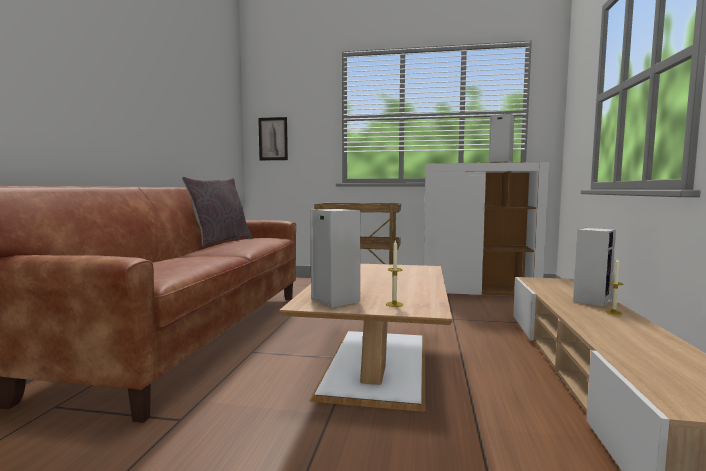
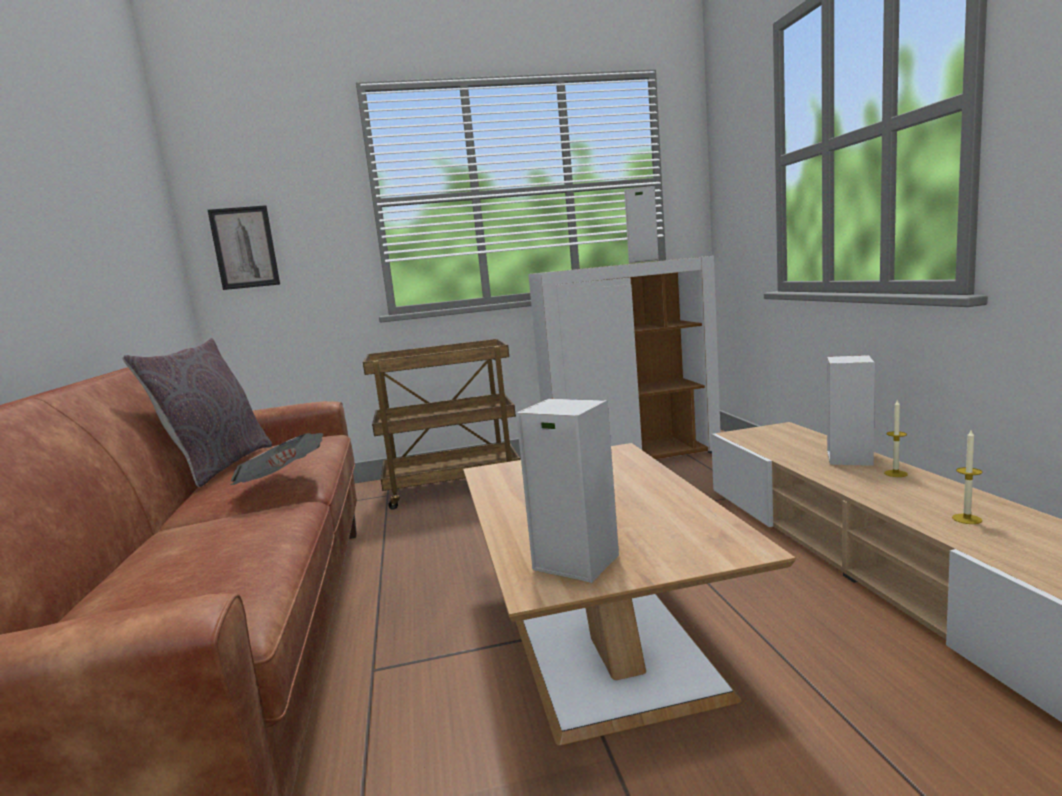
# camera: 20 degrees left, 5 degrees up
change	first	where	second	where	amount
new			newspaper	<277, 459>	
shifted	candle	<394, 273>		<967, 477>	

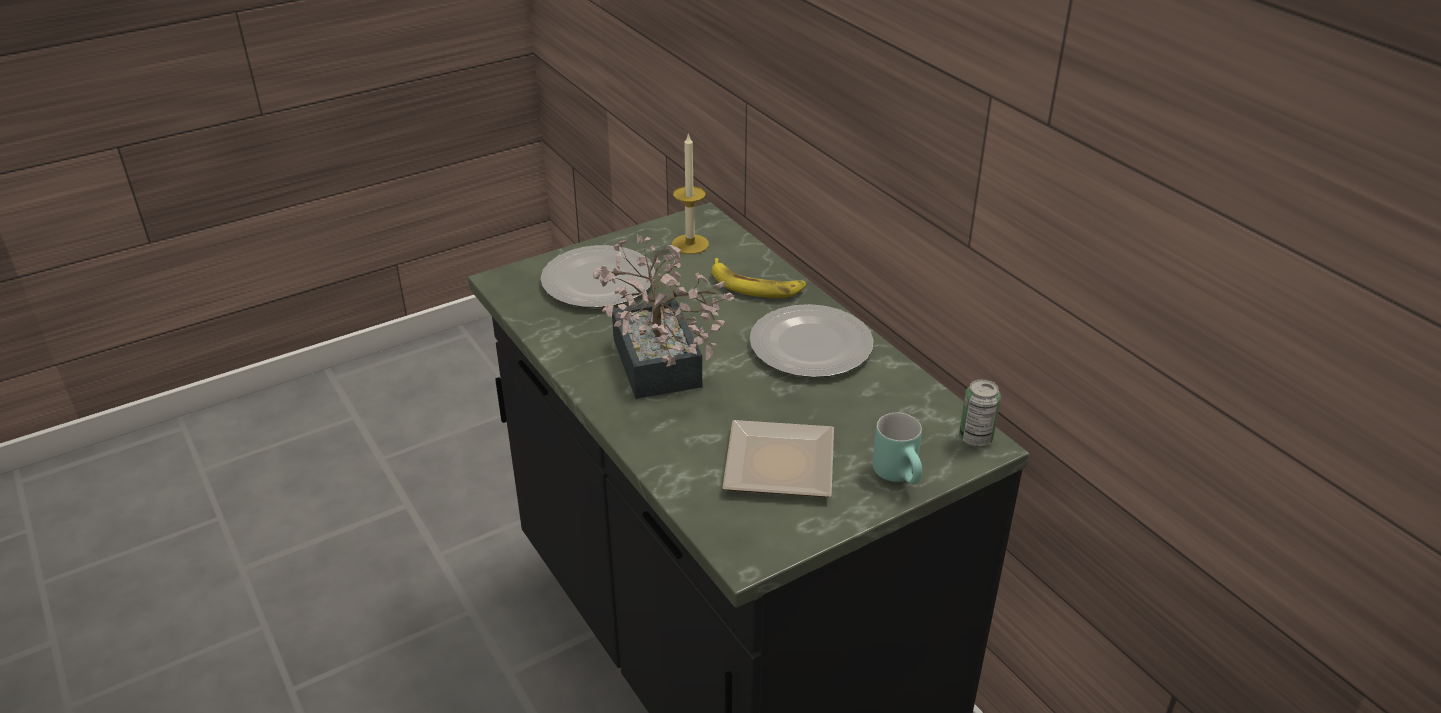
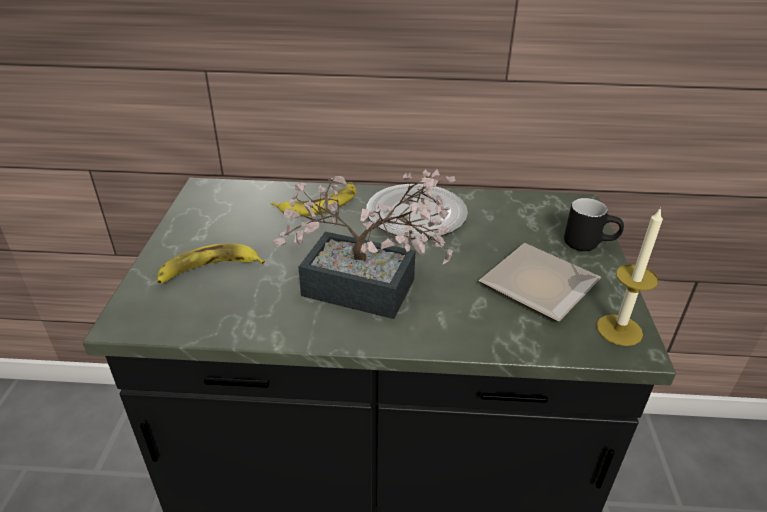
# camera: 55 degrees left, 0 degrees up
change	first	where	second	where	amount
gone	can	<980, 413>			
shifted	candle	<690, 193>		<629, 276>	
swapped	plate	<598, 276>	banana	<211, 263>	
repainted	mug (turquoise)	<897, 448>	mug (black)	<594, 224>	

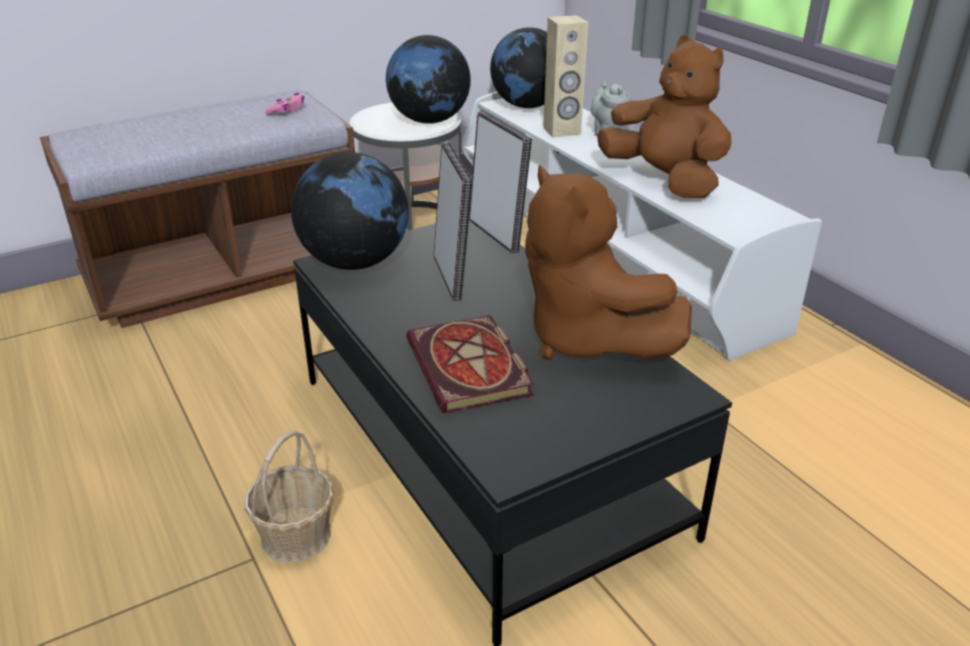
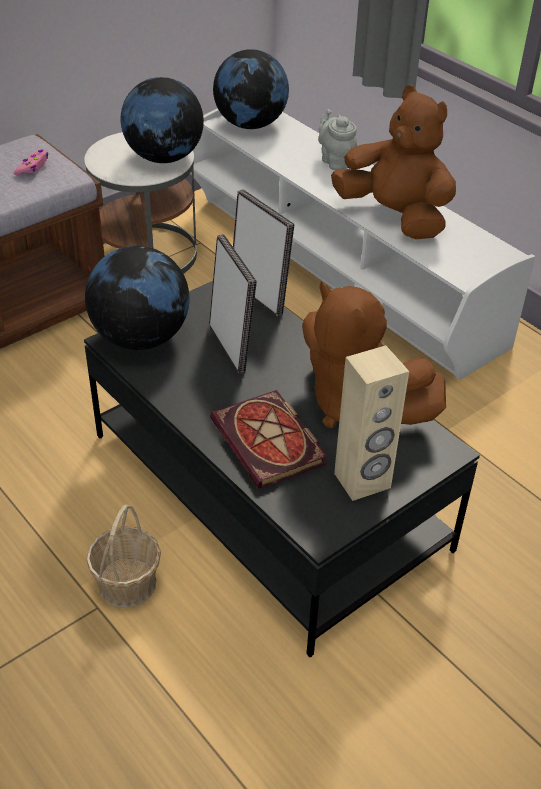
# camera: 10 degrees left, 10 degrees up
change	first	where	second	where	amount
shifted	speaker (beige)	<565, 76>		<371, 423>	

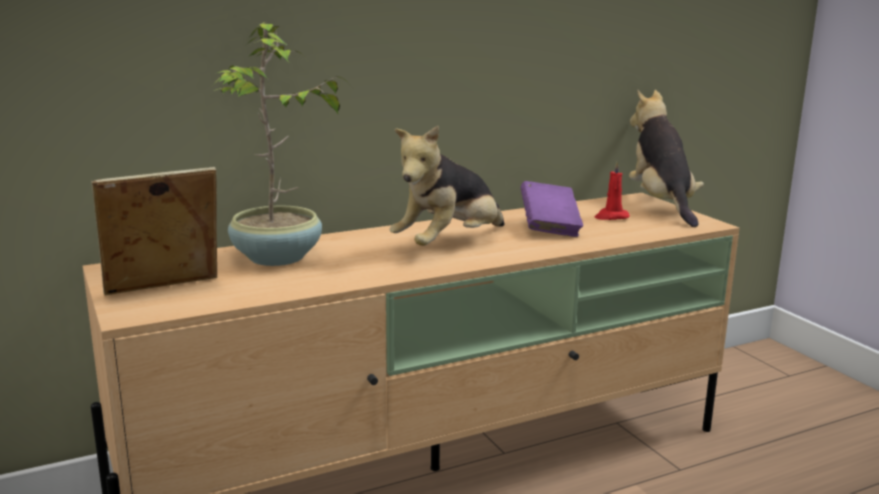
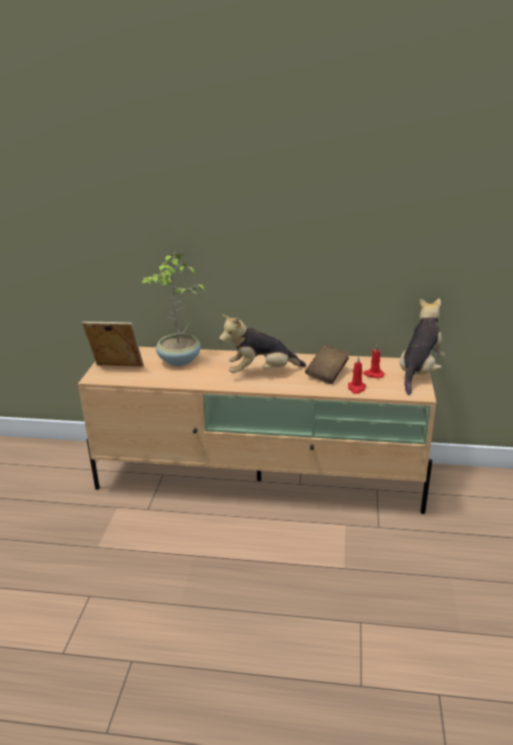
# camera: 35 degrees right, 10 degrees up
change	first	where	second	where	amount
new			candle (red)	<357, 375>	
repainted	book (purple)	<552, 209>	book (brown)	<327, 364>	

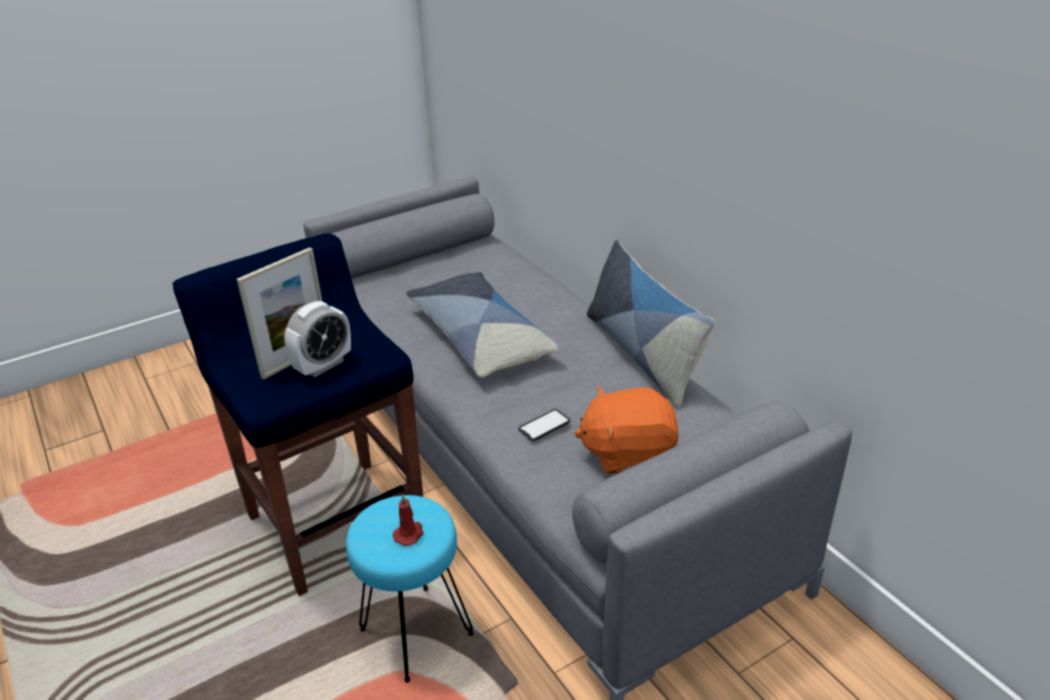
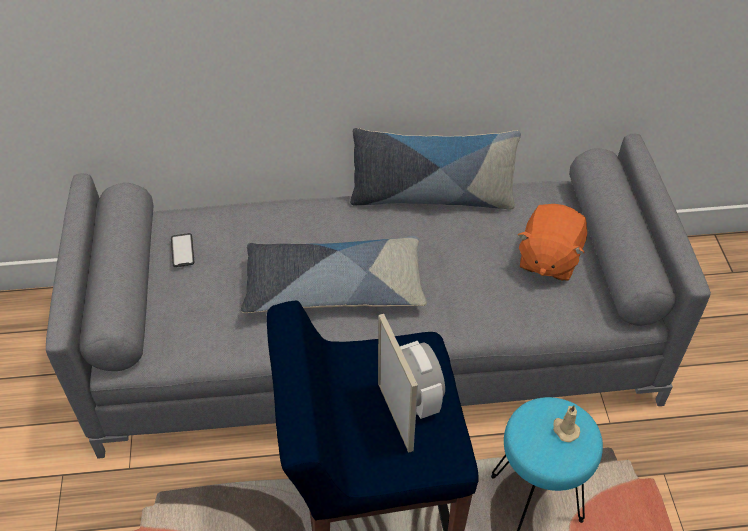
# camera: 65 degrees left, 15 degrees up
change	first	where	second	where	amount
shifted	phone	<544, 425>		<182, 250>	
repainted	candle (red)	<408, 520>	candle (beige)	<566, 423>	

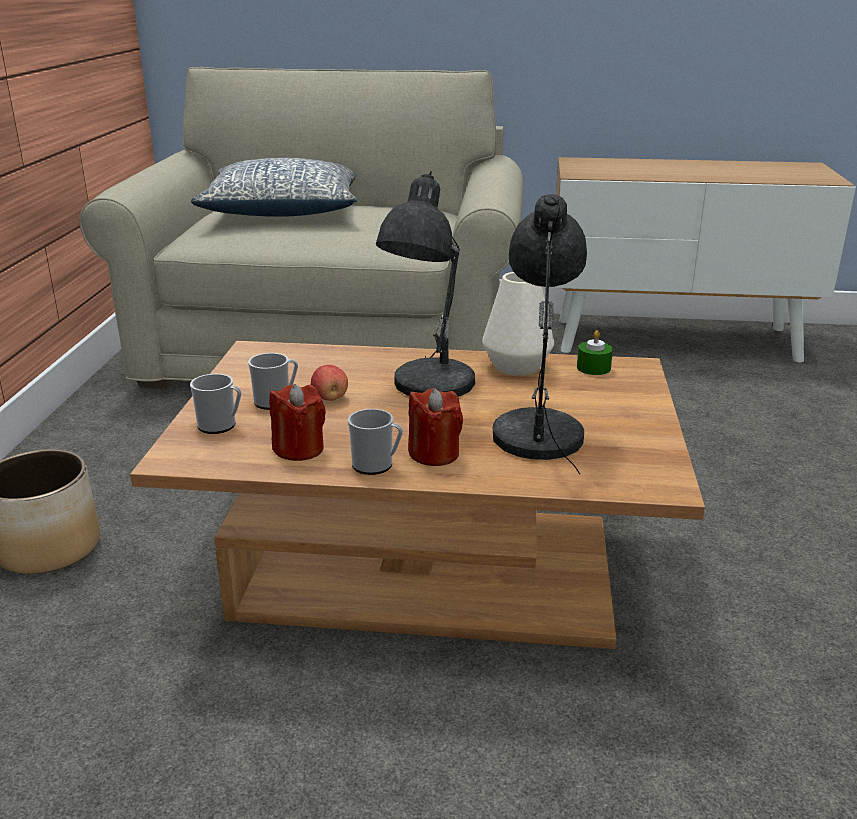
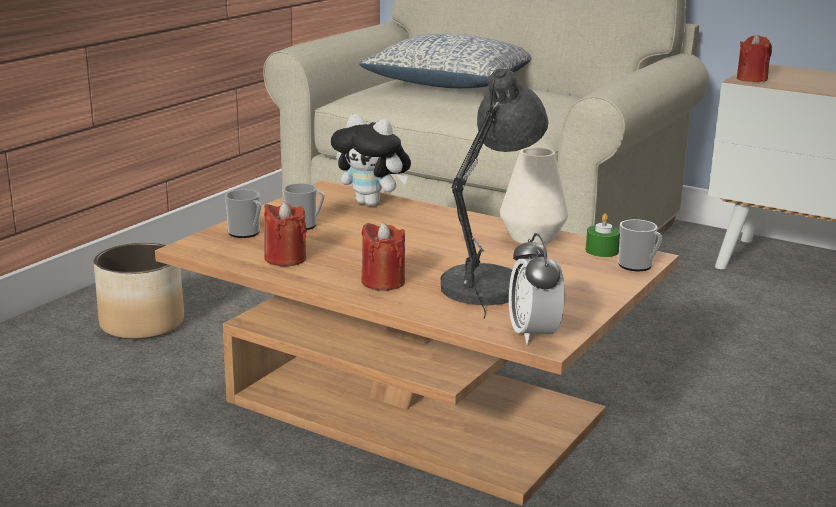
# camera: 25 degrees right, 5 degrees down
change	first	where	second	where	amount
gone	apple	<329, 383>			
gone	table lamp (grey)	<425, 284>			
new			plush toy	<371, 160>	
new			alarm clock	<537, 289>	
new			candle (red)	<754, 58>	
shifted	mug	<375, 442>		<640, 245>	

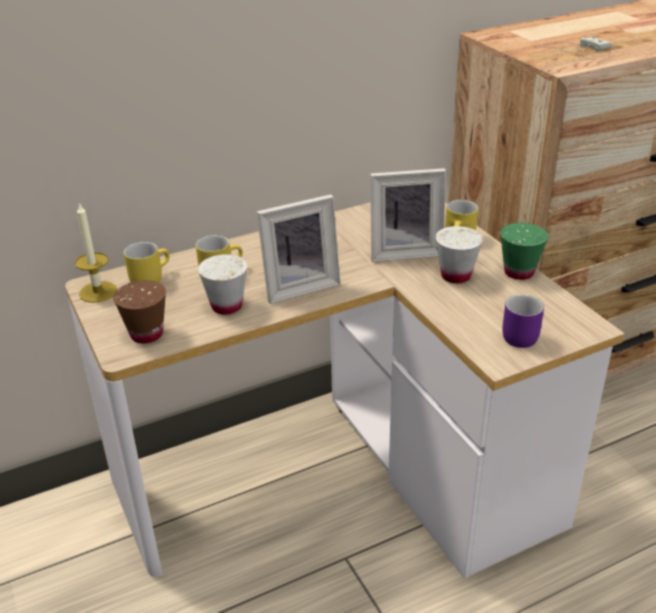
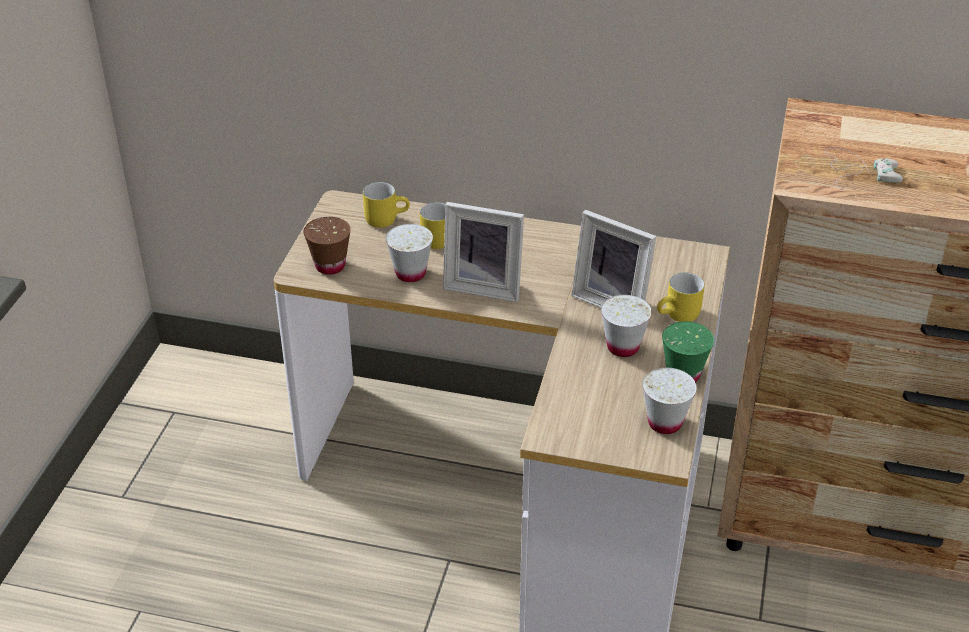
# camera: 40 degrees right, 5 degrees up
change	first	where	second	where	amount
gone	candle	<96, 252>			
gone	mug (purple)	<523, 321>			
new			cup (white)	<669, 401>	

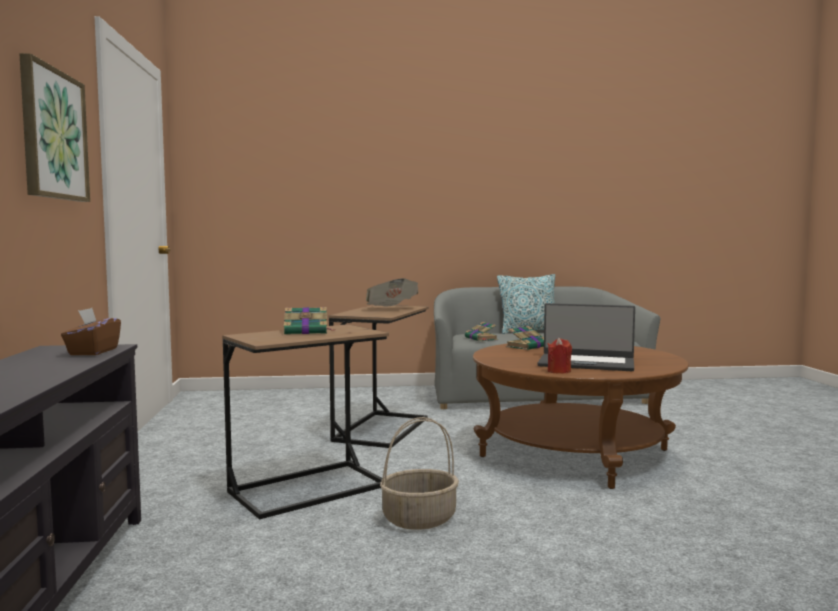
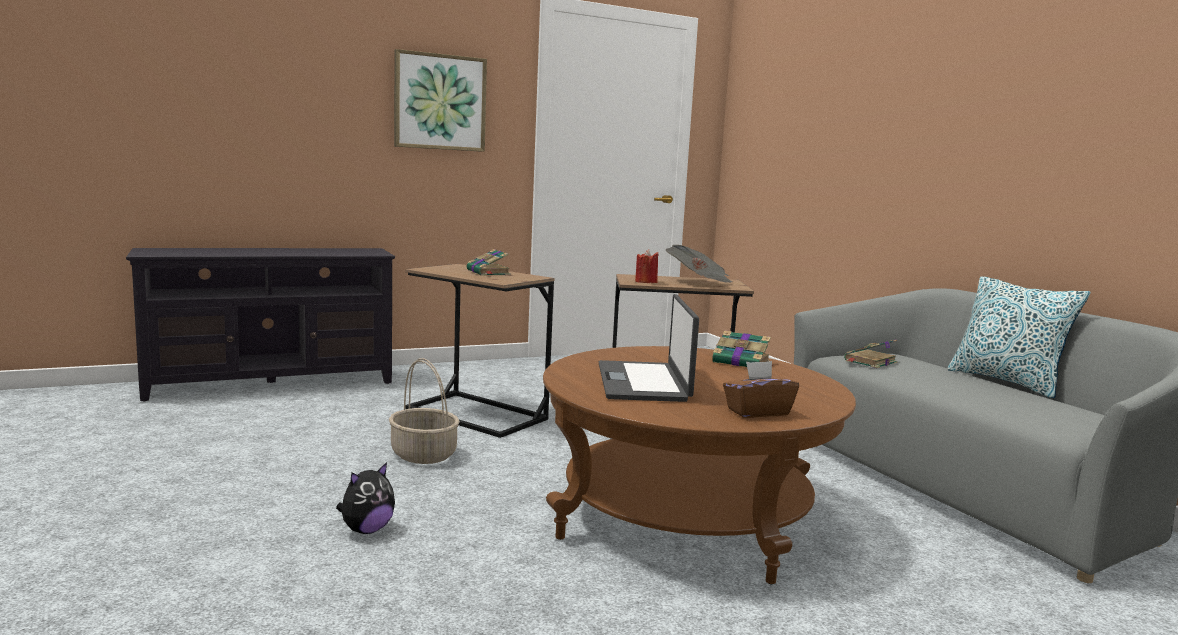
# camera: 70 degrees right, 5 degrees up
change	first	where	second	where	amount
new			plush toy	<365, 498>	
shifted	tissue box (brown)	<91, 331>		<761, 389>	
shifted	candle (red)	<560, 355>		<646, 266>	

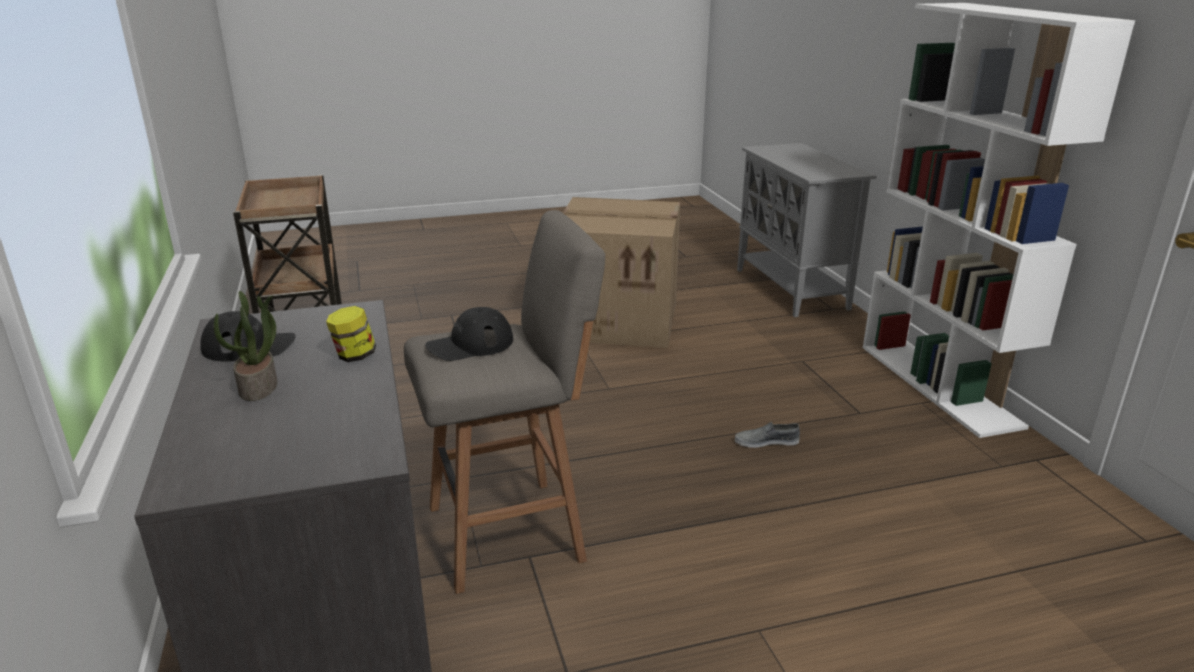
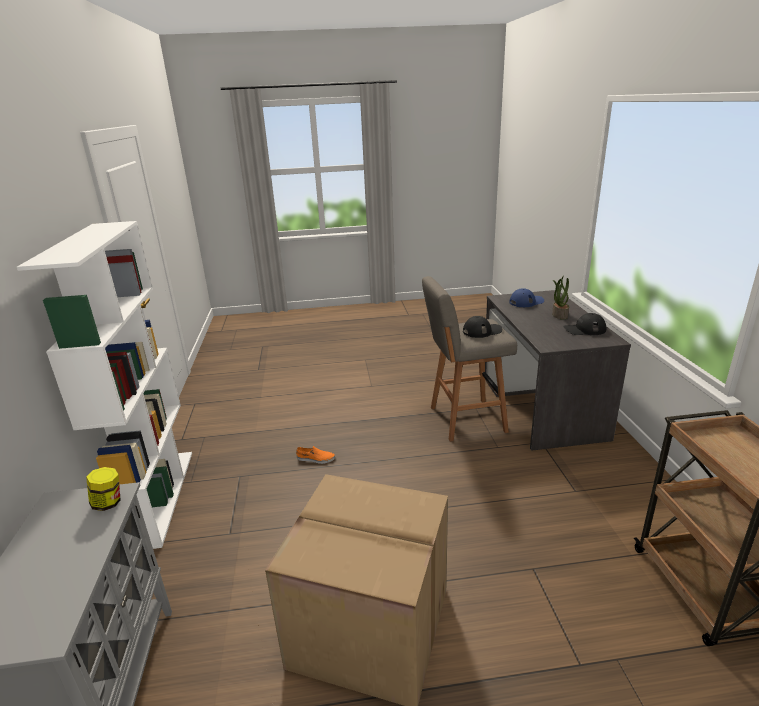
# camera: 170 degrees left, 0 degrees up
change	first	where	second	where	amount
new			cap (blue)	<527, 297>	
shifted	jar	<351, 334>		<103, 489>	
repainted	shoe (grey)	<767, 434>	shoe (orange)	<315, 455>	

